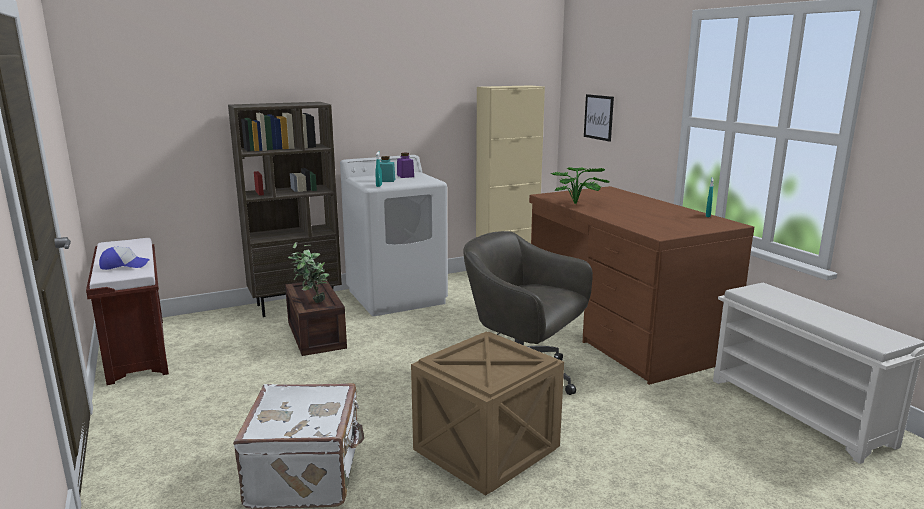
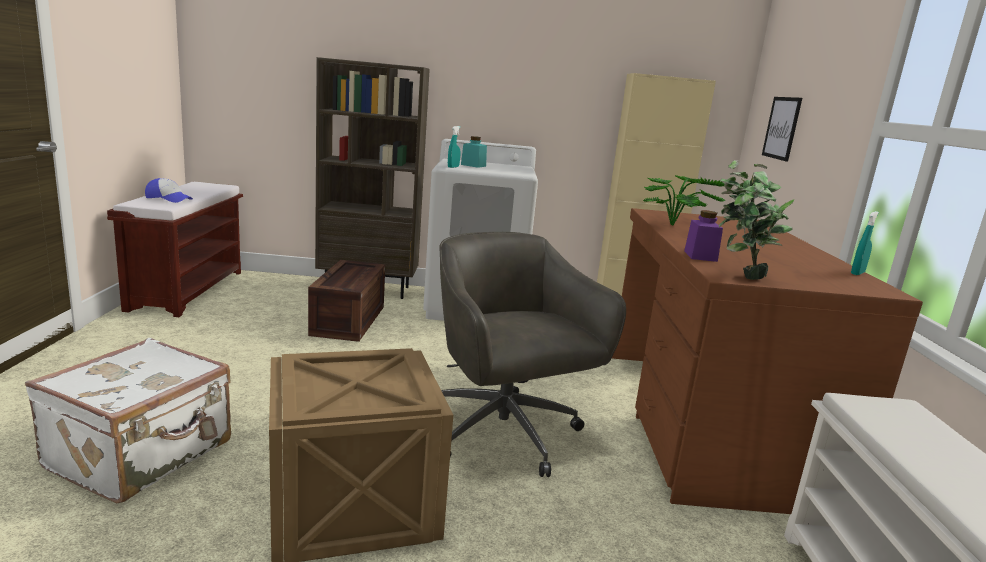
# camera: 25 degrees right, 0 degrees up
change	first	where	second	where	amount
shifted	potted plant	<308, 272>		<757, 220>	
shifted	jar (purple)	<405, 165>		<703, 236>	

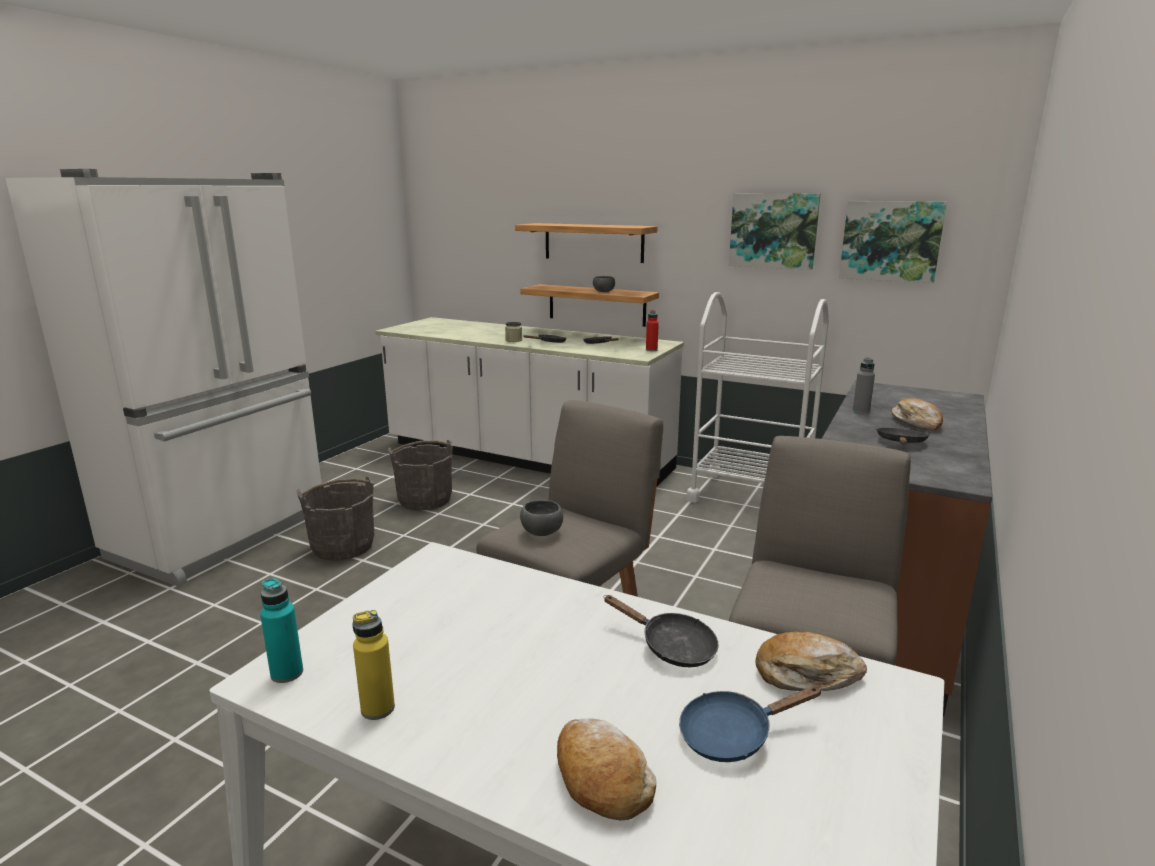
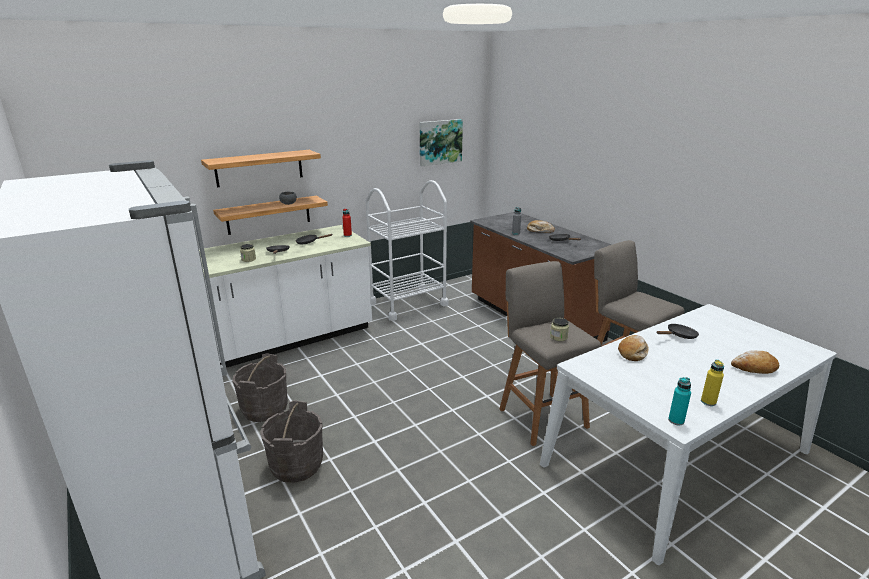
# camera: 60 degrees left, 5 degrees up
change	first	where	second	where	amount
gone	frying pan (blue)	<750, 724>			
gone	picture	<775, 231>			
shifted	bread	<811, 661>		<633, 348>	
swapped	bowl (grey)	<541, 518>	jar	<559, 329>	

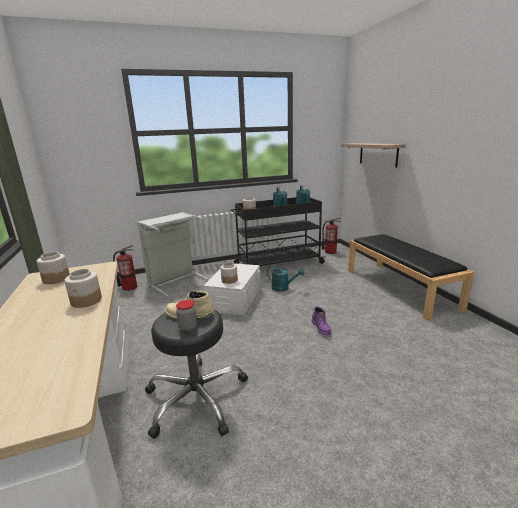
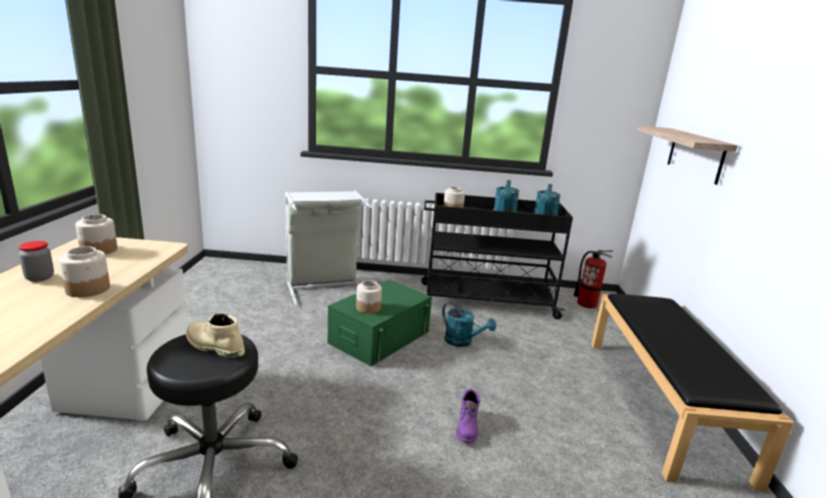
# camera: 20 degrees right, 0 degrees up
change	first	where	second	where	amount
gone	fire extinguisher	<125, 268>			
shifted	jar	<186, 315>		<36, 261>	
repainted	storage box (white)	<232, 289>	storage box (green)	<380, 323>	

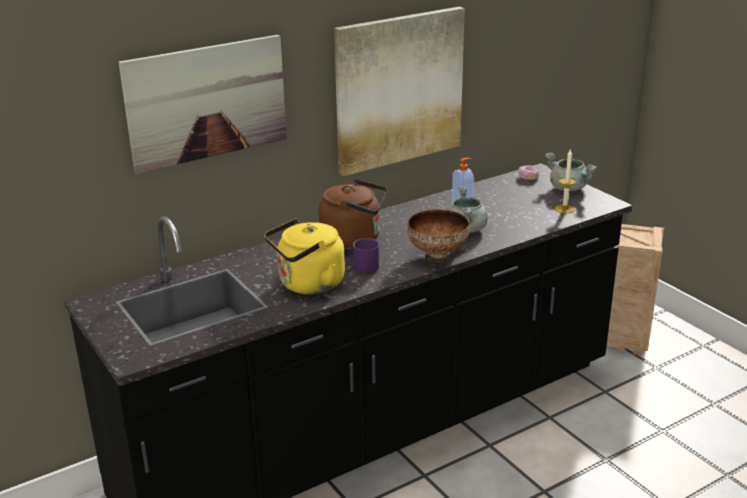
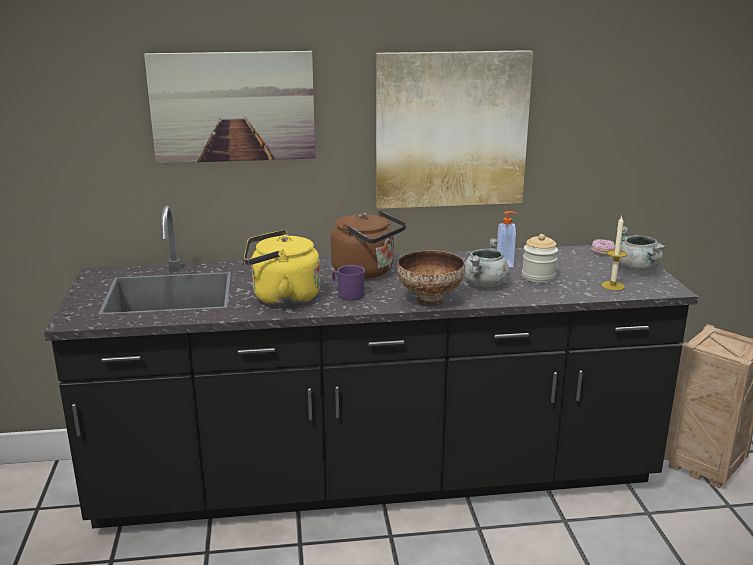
# camera: 25 degrees right, 5 degrees down
change	first	where	second	where	amount
new			jar	<540, 258>	

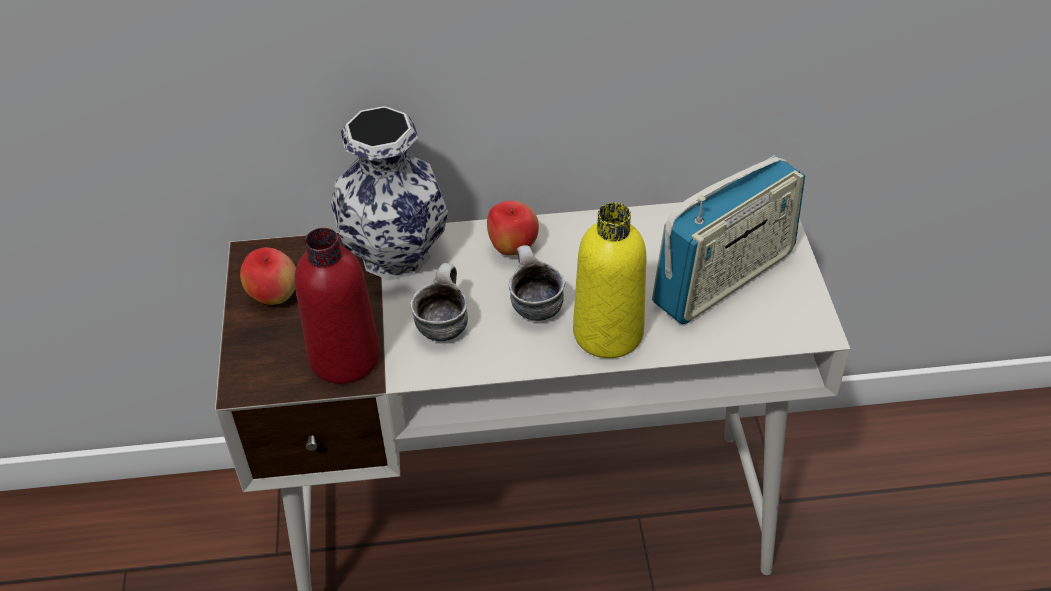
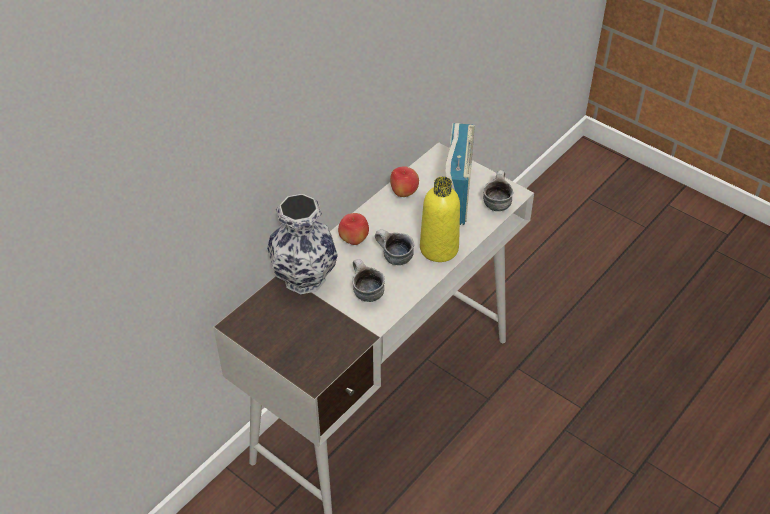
# camera: 45 degrees left, 0 degrees up
change	first	where	second	where	amount
gone	bottle (red)	<337, 306>			
new			mug	<498, 190>	
shifted	apple	<268, 276>		<404, 181>	

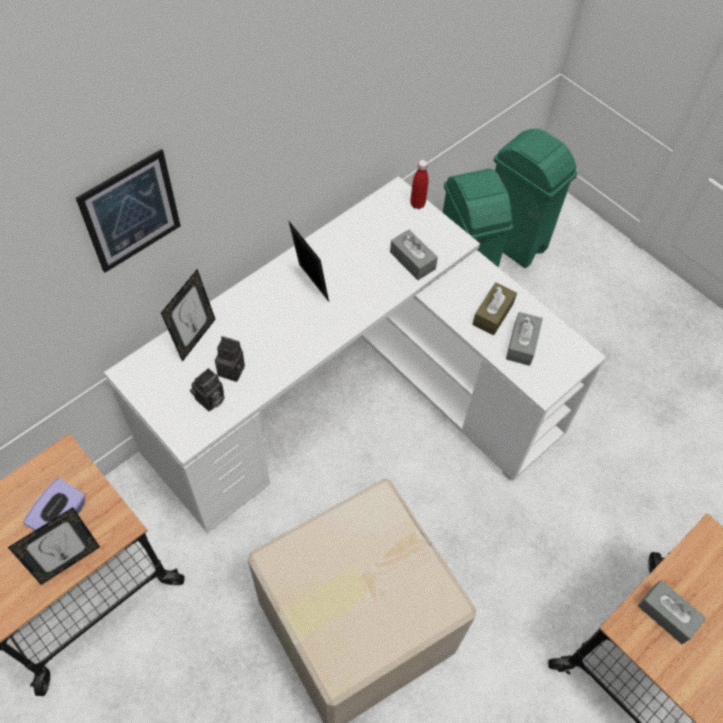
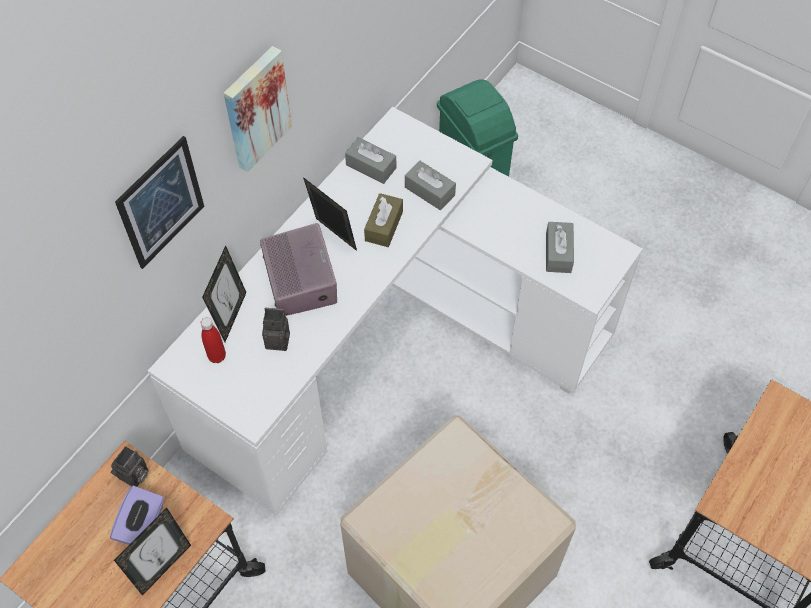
# camera: 10 degrees left, 0 degrees up
change	first	where	second	where	amount
gone	trash can (green)	<535, 198>			
new			picture	<258, 109>	
new			radio	<298, 269>	
shifted	photo camera	<207, 389>		<130, 466>	
shifted	bottle (red)	<419, 184>		<213, 340>	
shifted	tissue box (brown)	<494, 308>		<383, 220>	
shifted	tissue box (grey)	<672, 612>		<370, 160>	

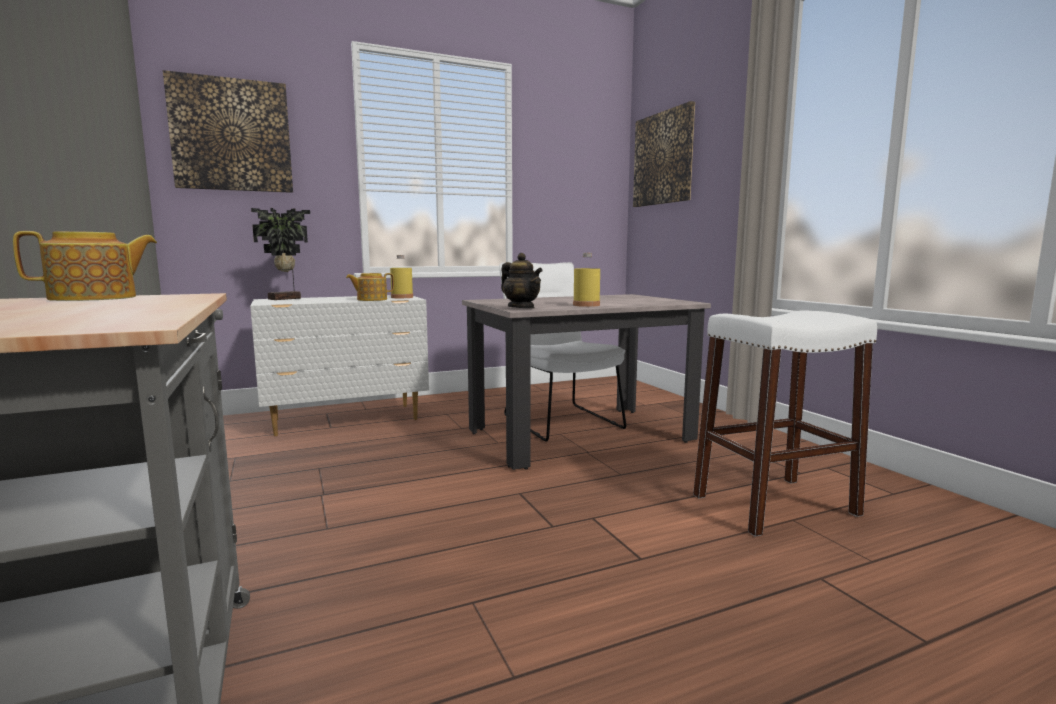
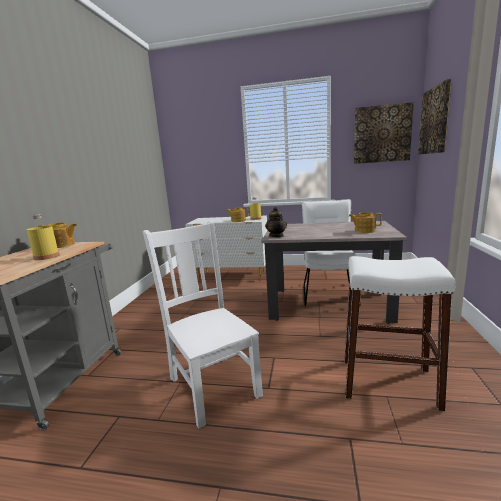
# camera: 35 degrees right, 5 degrees up
change	first	where	second	where	amount
gone	potted plant	<280, 254>			
new			chair (white)	<203, 324>	
new			teapot	<365, 222>	
shifted	picture	<228, 131>		<384, 133>	
shifted	bottle (yellow)	<586, 280>		<43, 237>	

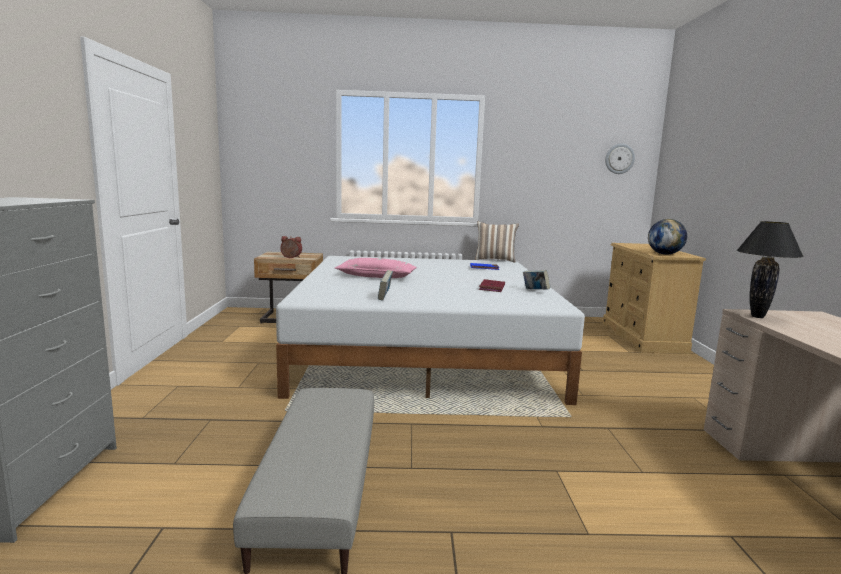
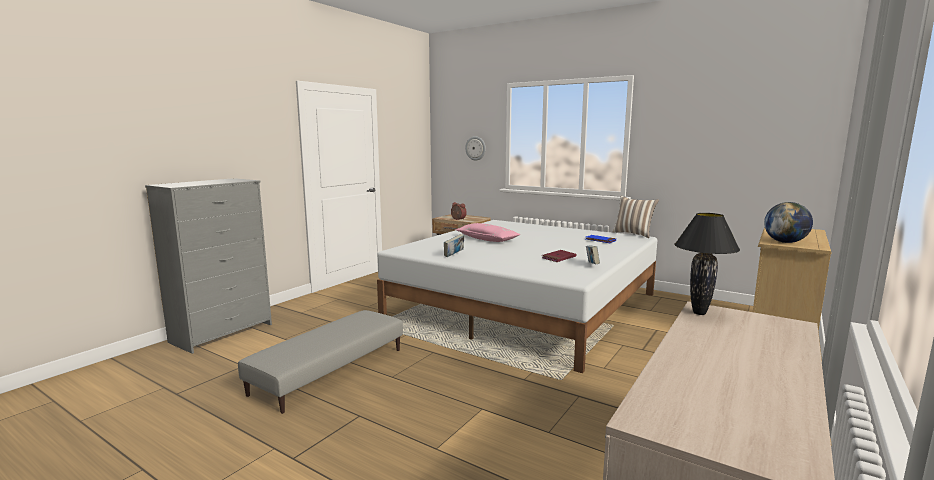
# camera: 35 degrees right, 0 degrees up
change	first	where	second	where	amount
shifted	wall clock	<620, 159>		<475, 148>	

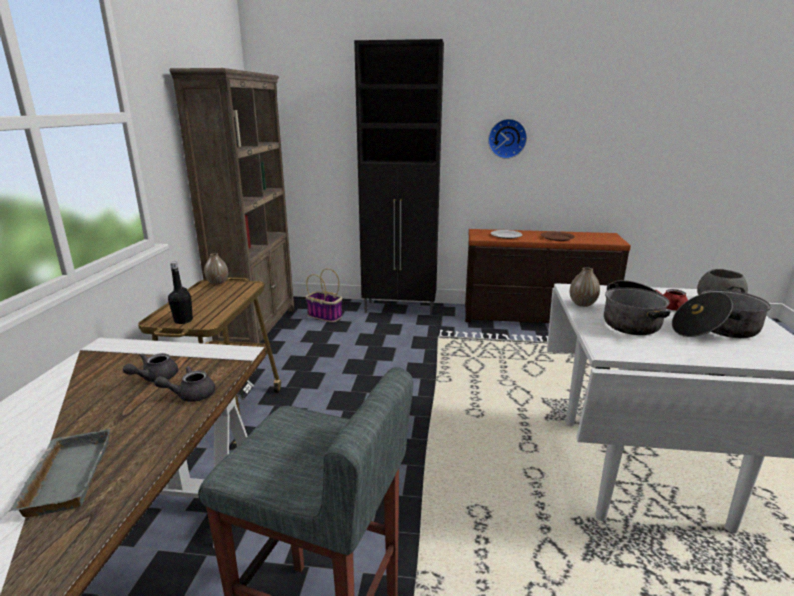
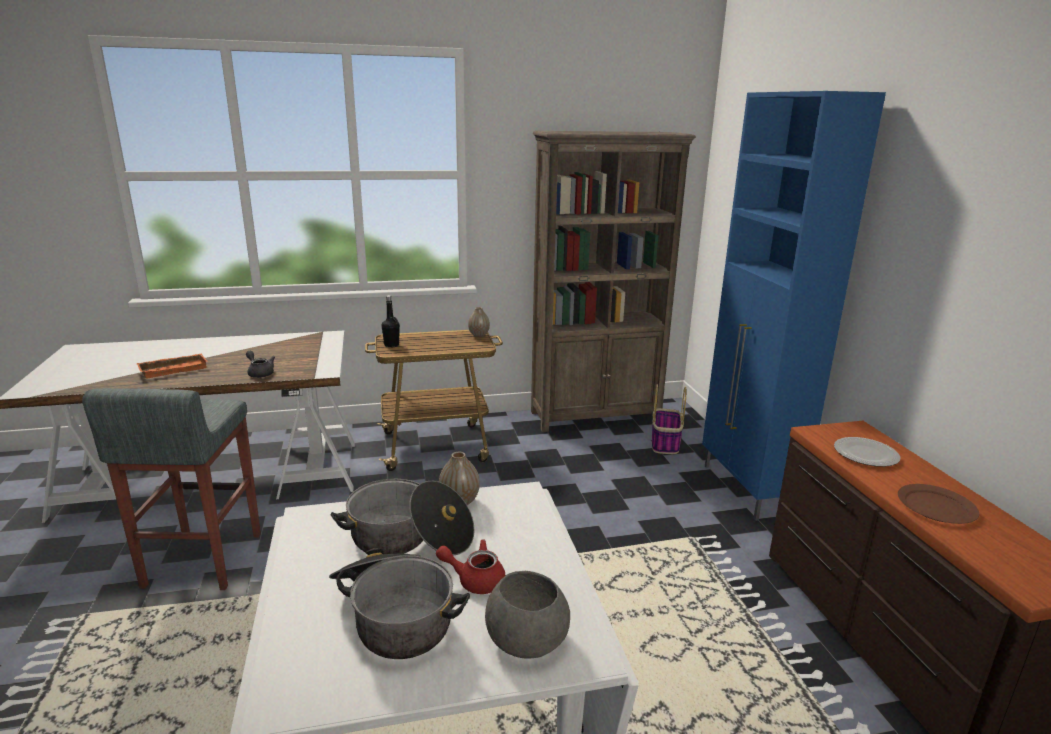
# camera: 70 degrees right, 0 degrees up
change	first	where	second	where	amount
gone	teapot (grey)	<150, 367>			
gone	wall clock	<507, 139>			
repainted	tray (grey)	<59, 473>	tray (orange)	<172, 366>	
repainted	cabinet (black)	<399, 177>	cabinet (blue)	<794, 306>	

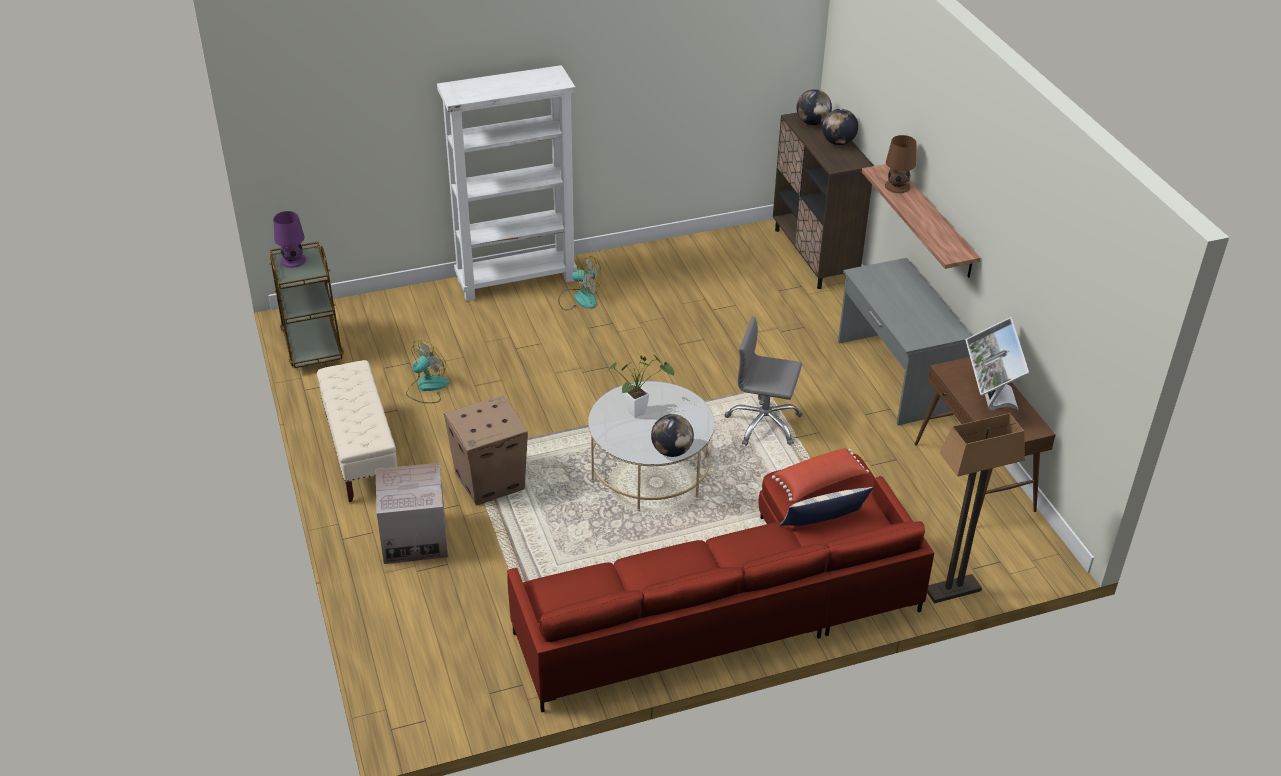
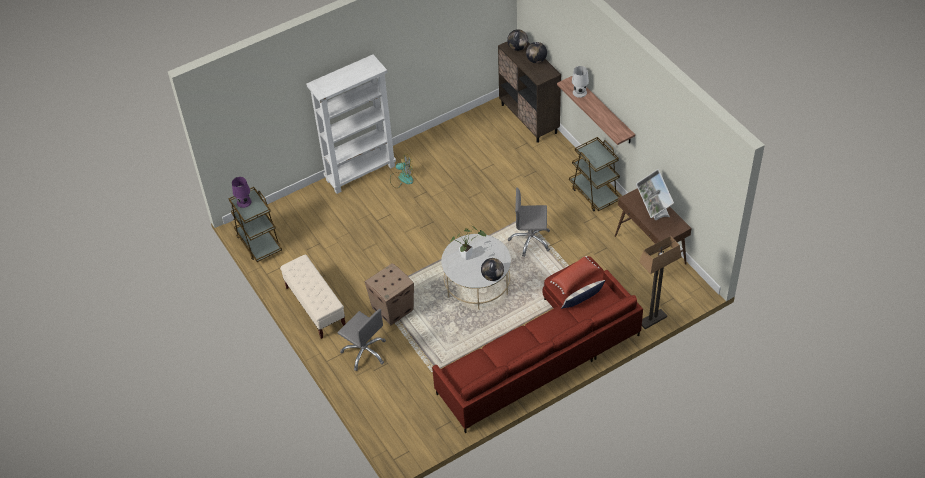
# camera: 10 degrees left, 10 degrees up
change	first	where	second	where	amount
gone	fan	<427, 371>			
swapped	cardboard box	<411, 513>	office chair (grey)	<361, 340>	
swapped	desk (grey)	<905, 341>	cart (brown)	<594, 174>	
repainted	table lamp (brown)	<901, 164>	table lamp (white)	<580, 82>	

